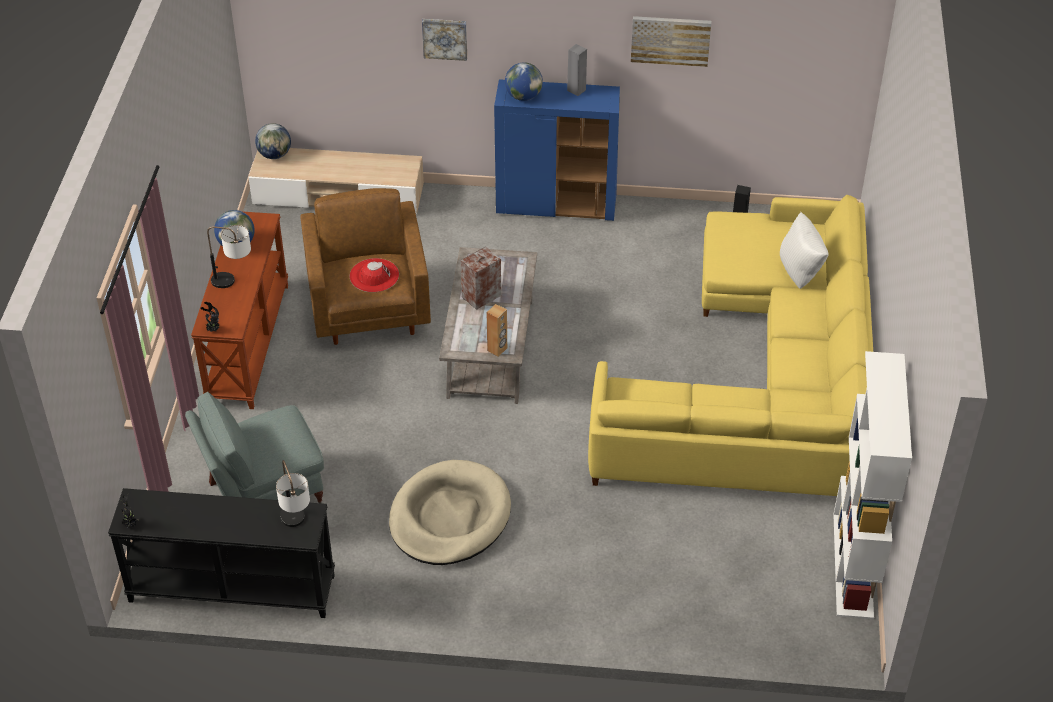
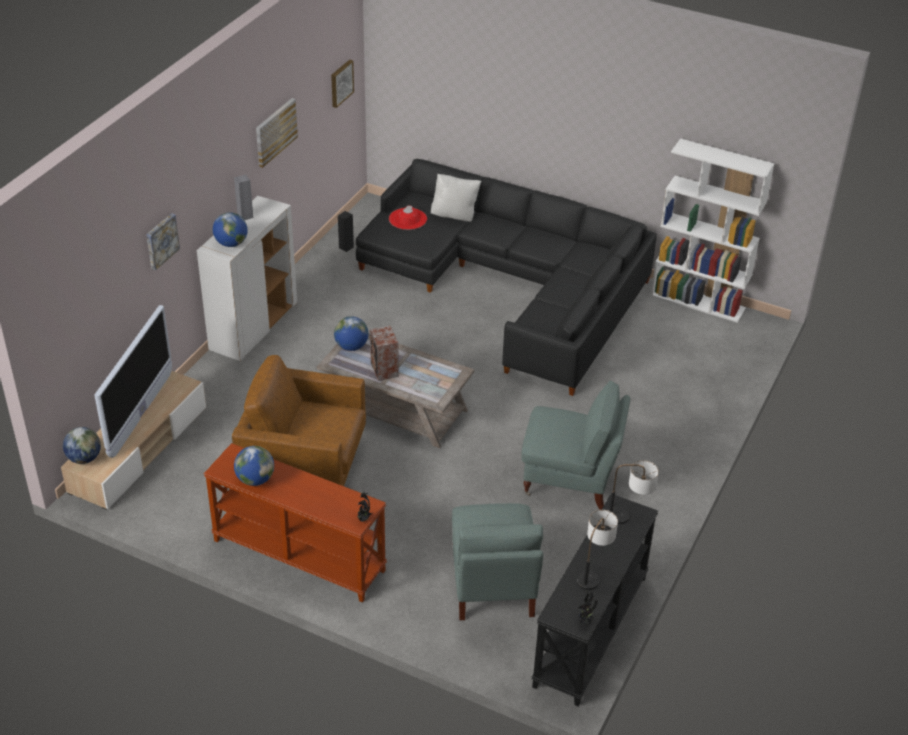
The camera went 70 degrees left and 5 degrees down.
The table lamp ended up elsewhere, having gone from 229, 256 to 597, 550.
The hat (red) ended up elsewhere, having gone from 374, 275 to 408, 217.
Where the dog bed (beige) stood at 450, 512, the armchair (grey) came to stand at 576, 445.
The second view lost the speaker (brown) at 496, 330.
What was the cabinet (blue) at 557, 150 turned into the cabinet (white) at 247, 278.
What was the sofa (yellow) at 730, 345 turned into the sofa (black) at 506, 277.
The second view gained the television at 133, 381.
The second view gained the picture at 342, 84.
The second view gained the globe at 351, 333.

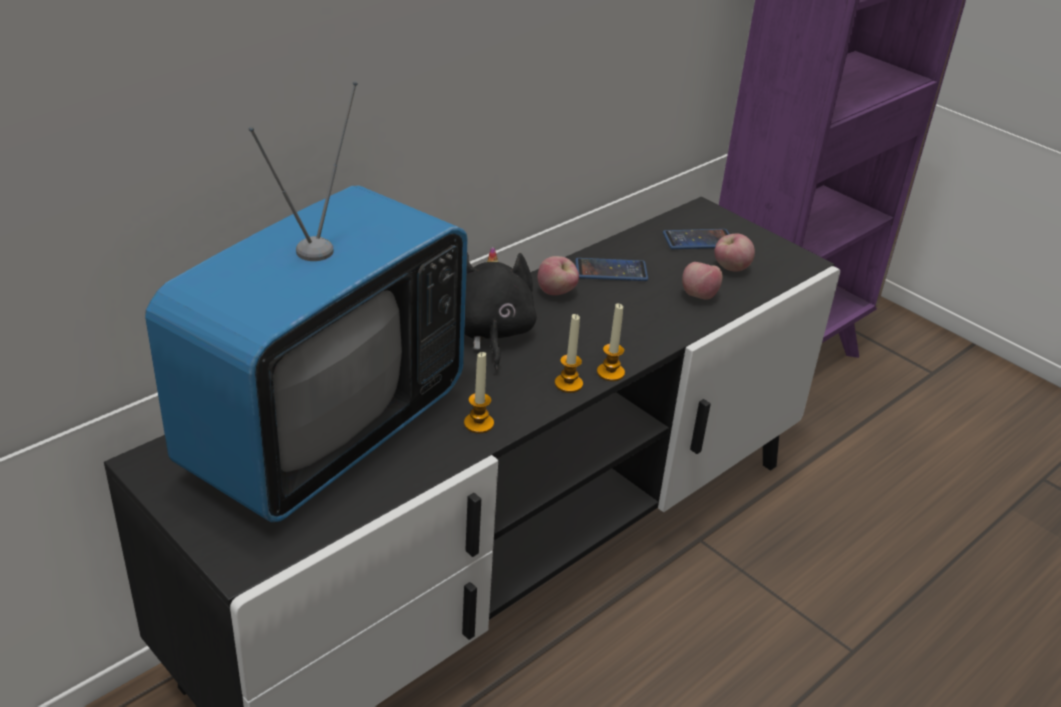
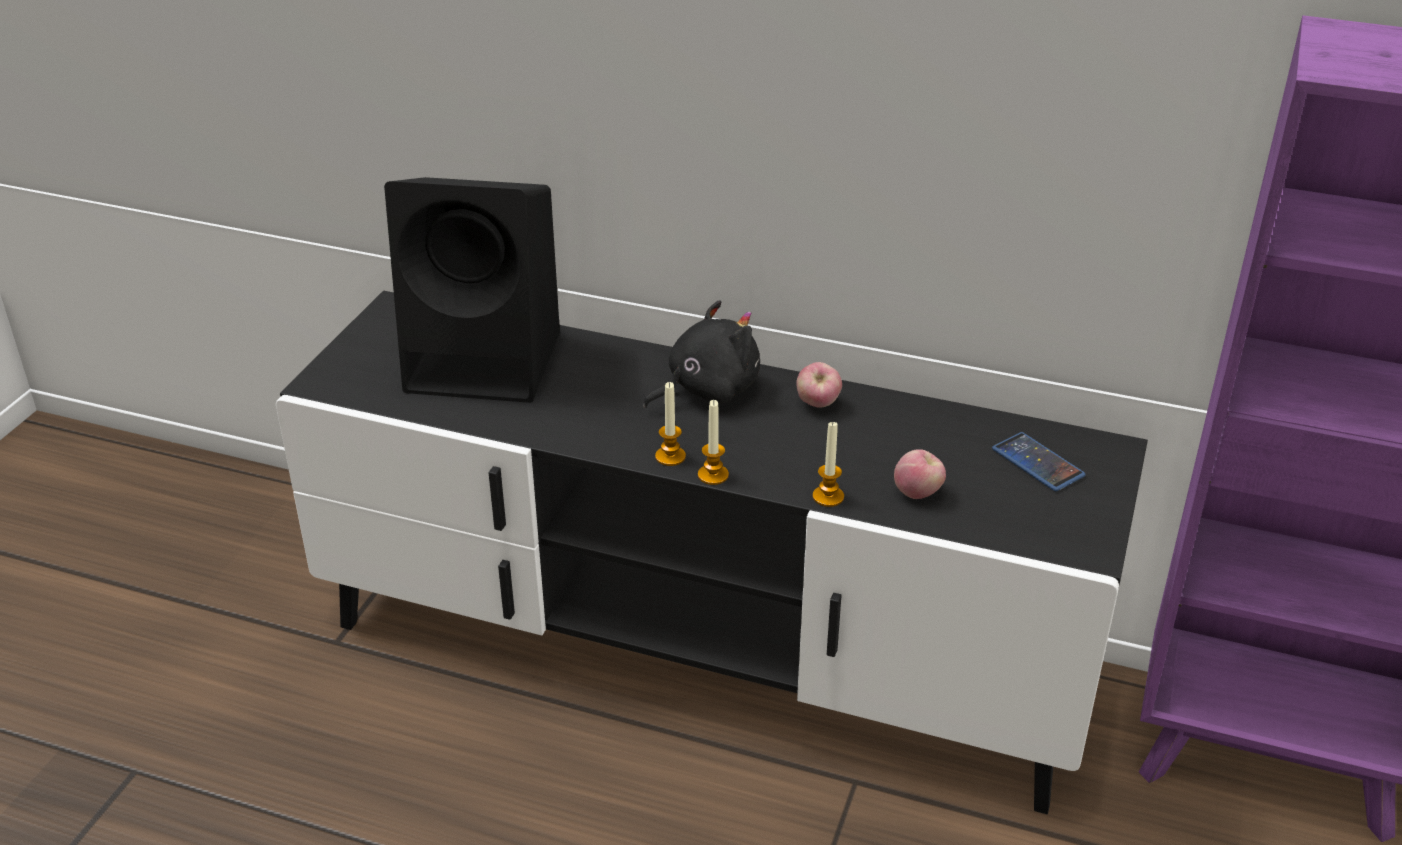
The camera went 65 degrees right and 0 degrees up.
Where the television stood at 306, 302, the speaker (black) came to stand at 472, 290.
The candle ended up elsewhere, having gone from 479, 392 to 828, 464.
The second view lost the phone at 611, 269.
The second view lost the apple at 734, 253.

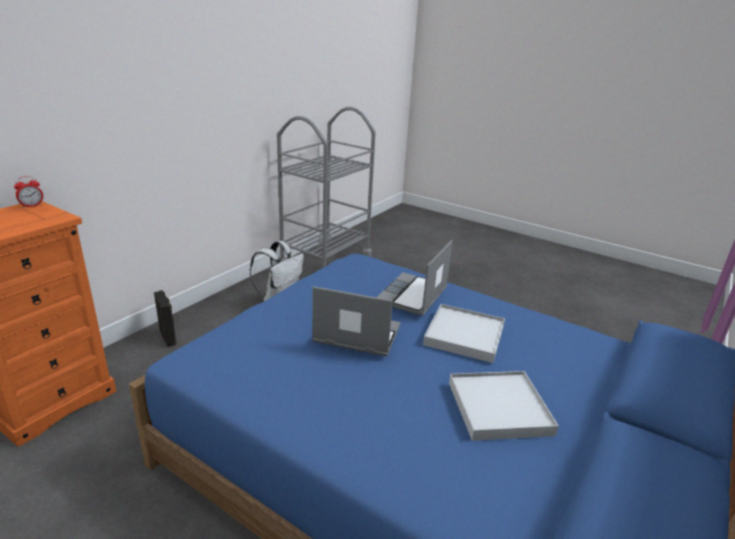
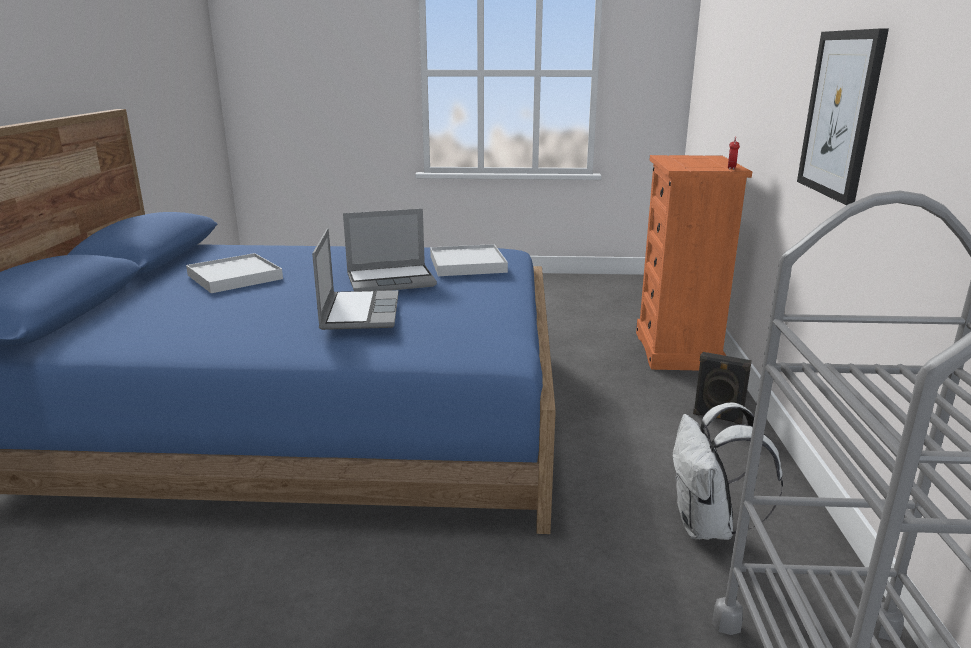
The camera went 150 degrees right and 5 degrees down.
The tray (white) ended up elsewhere, having gone from 464, 333 to 469, 260.
The second view gained the picture at 843, 116.

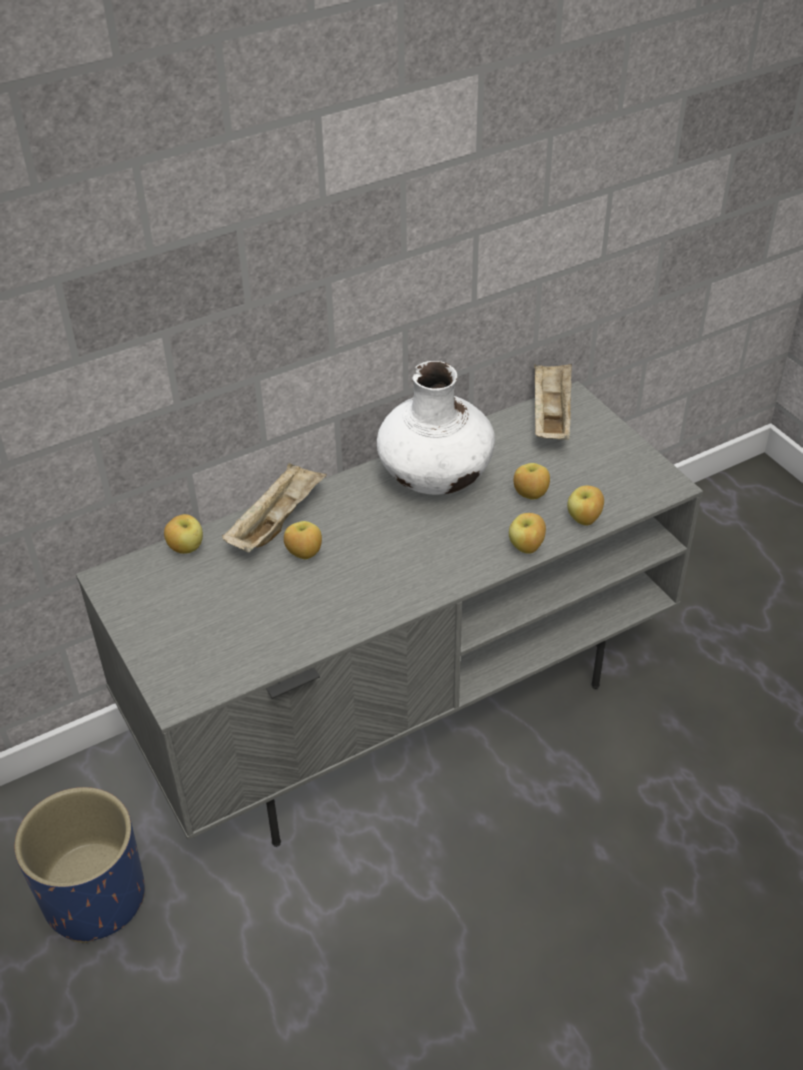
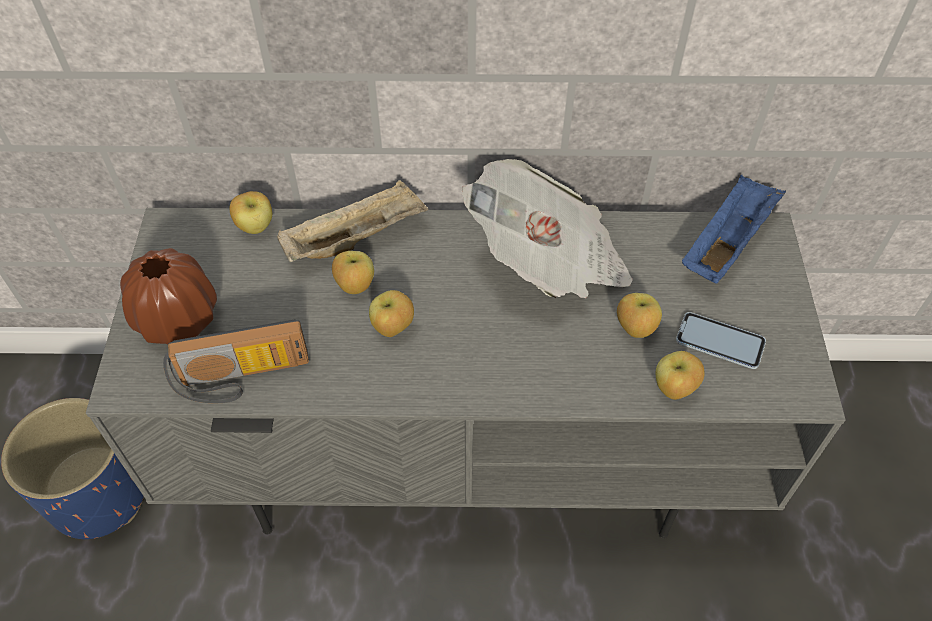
The camera went 30 degrees right and 10 degrees up.
Where the vase (white) stood at 436, 428, the newspaper came to stand at 547, 228.
The apple ended up elsewhere, having gone from 527, 533 to 391, 313.
What was the tray (beige) at 553, 401 turned into the tray (blue) at 734, 229.
The second view gained the vase (brown) at 168, 296.
The second view gained the radio at 236, 361.
The second view gained the phone at 721, 340.

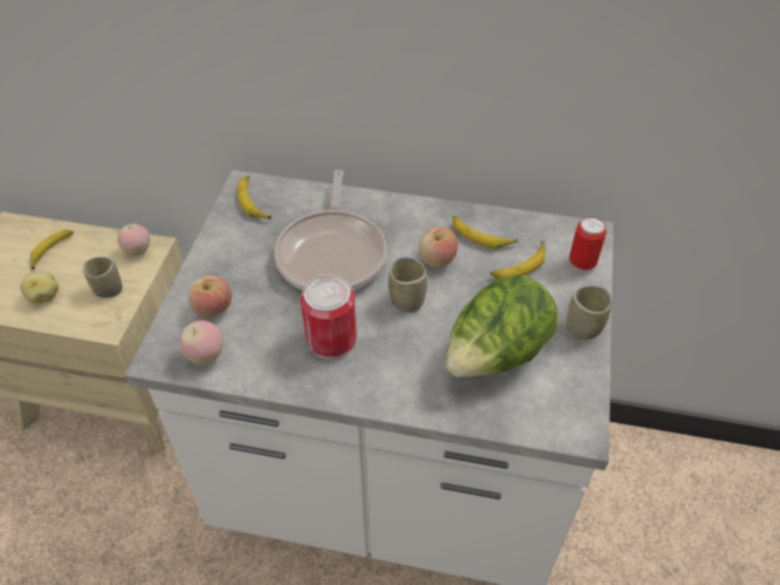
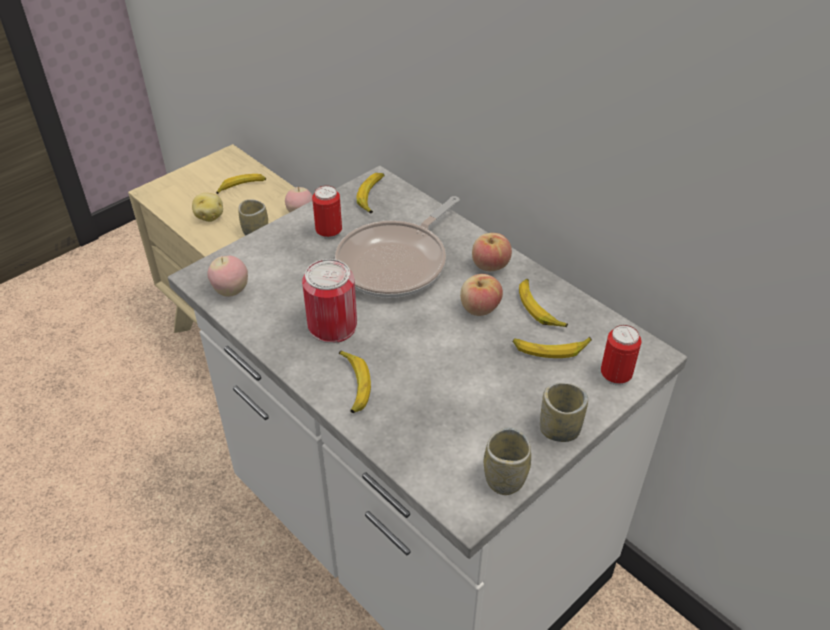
The camera went 35 degrees right and 5 degrees down.
The apple ended up elsewhere, having gone from 210, 296 to 492, 252.
The cup ended up elsewhere, having gone from 407, 284 to 507, 461.
The second view lost the lettuce at 502, 326.
The second view gained the can at 327, 212.
The second view gained the banana at 355, 381.

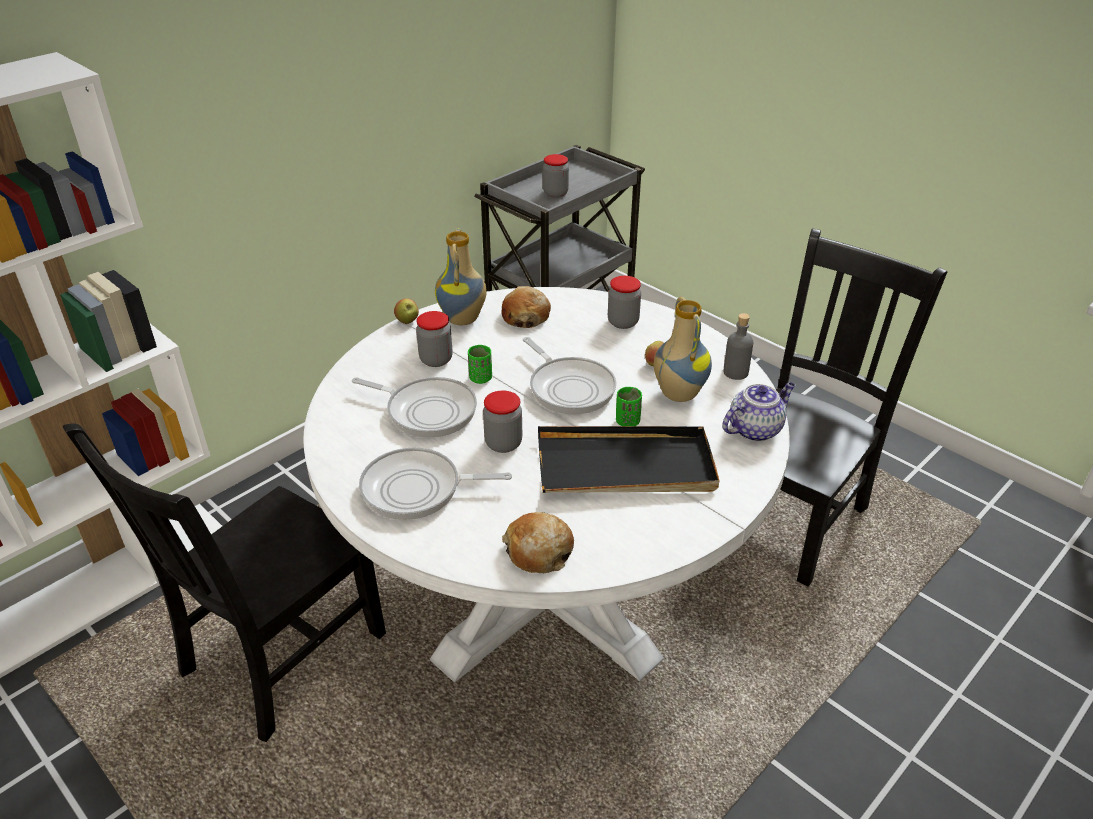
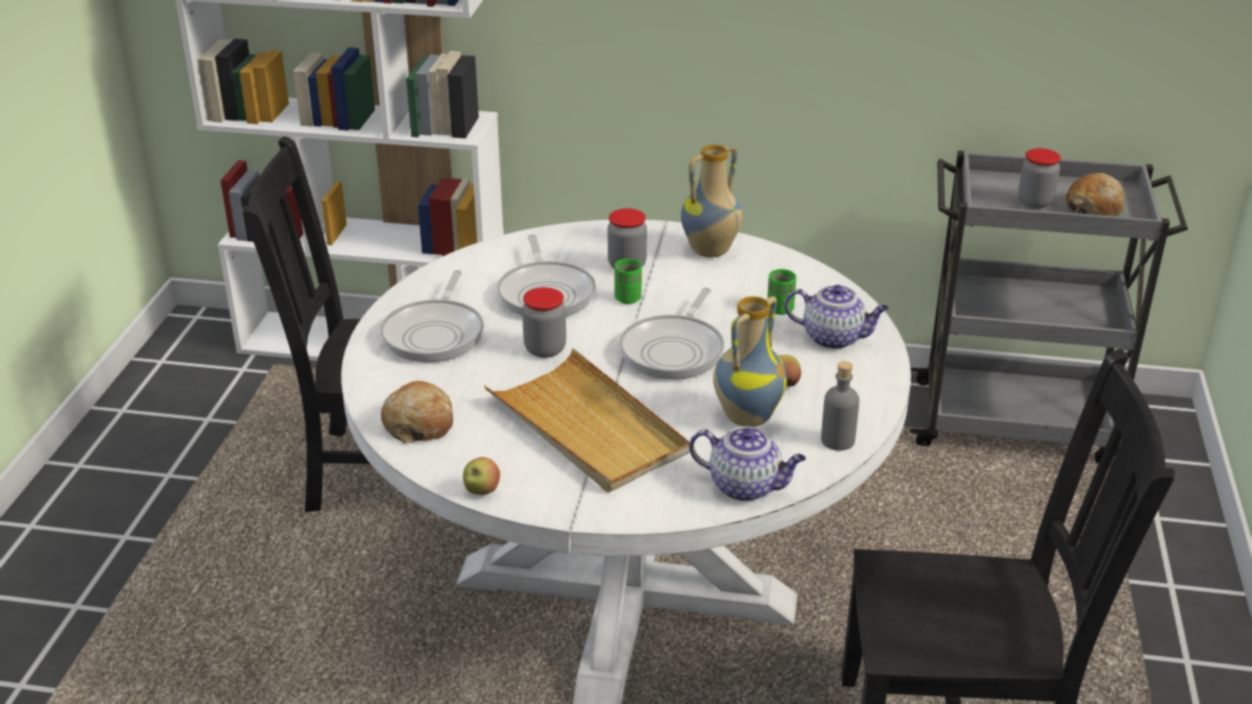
The camera went 55 degrees right and 5 degrees down.
The frying pan at 435, 483 ended up facing another way, 135 degrees counterclockwise from before.
The apple ended up elsewhere, having gone from 406, 311 to 481, 476.
The bread ended up elsewhere, having gone from 526, 307 to 1095, 194.
What was the tray (black) at 629, 459 turned into the tray (beige) at 587, 420.
Where the jar stood at 624, 302, the teapot came to stand at 836, 317.
The cup (green) ended up elsewhere, having gone from 629, 406 to 781, 292.

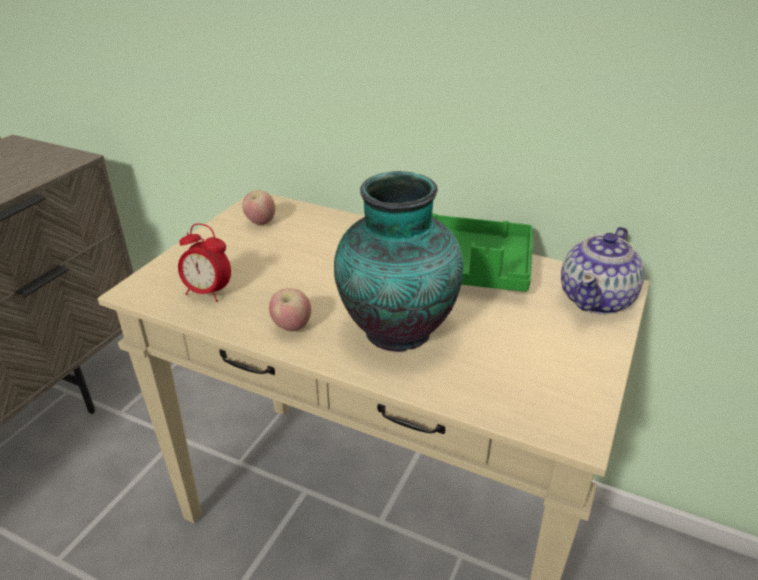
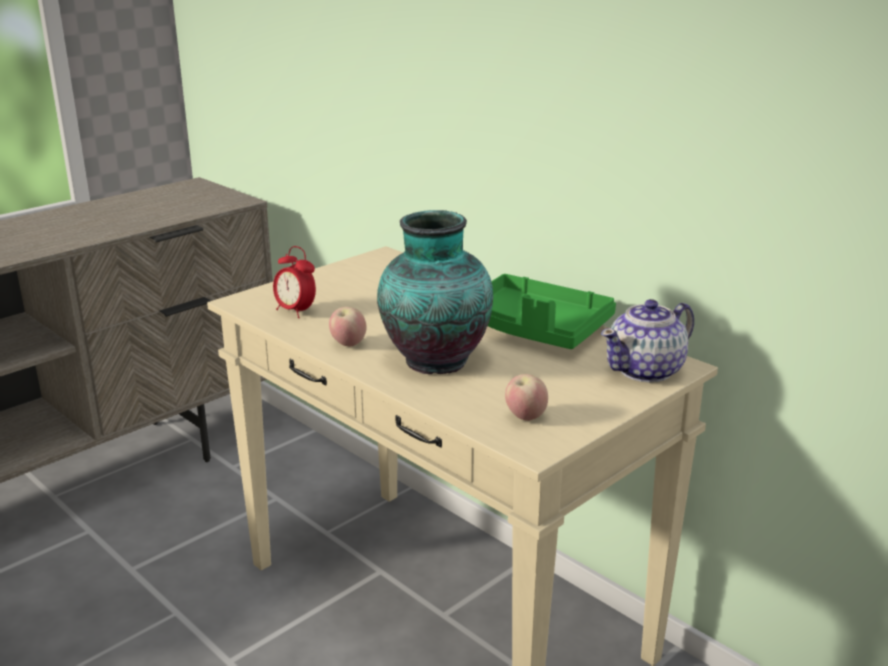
The camera went 20 degrees right and 10 degrees down.
The apple ended up elsewhere, having gone from 258, 207 to 526, 397.

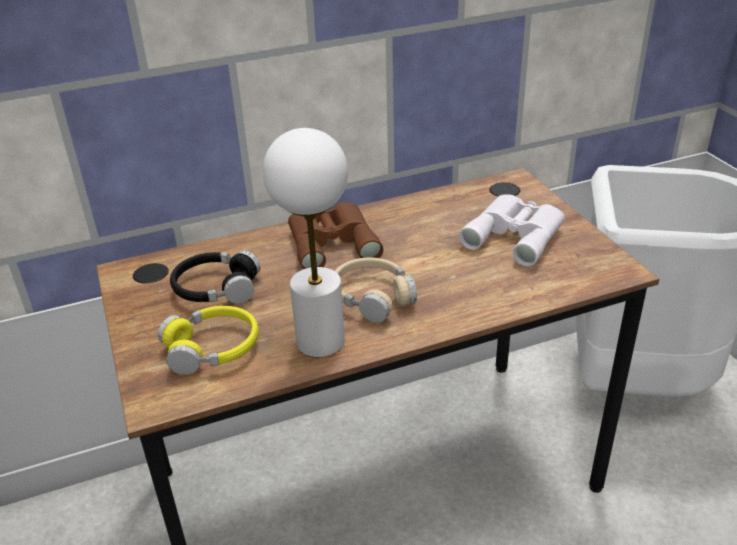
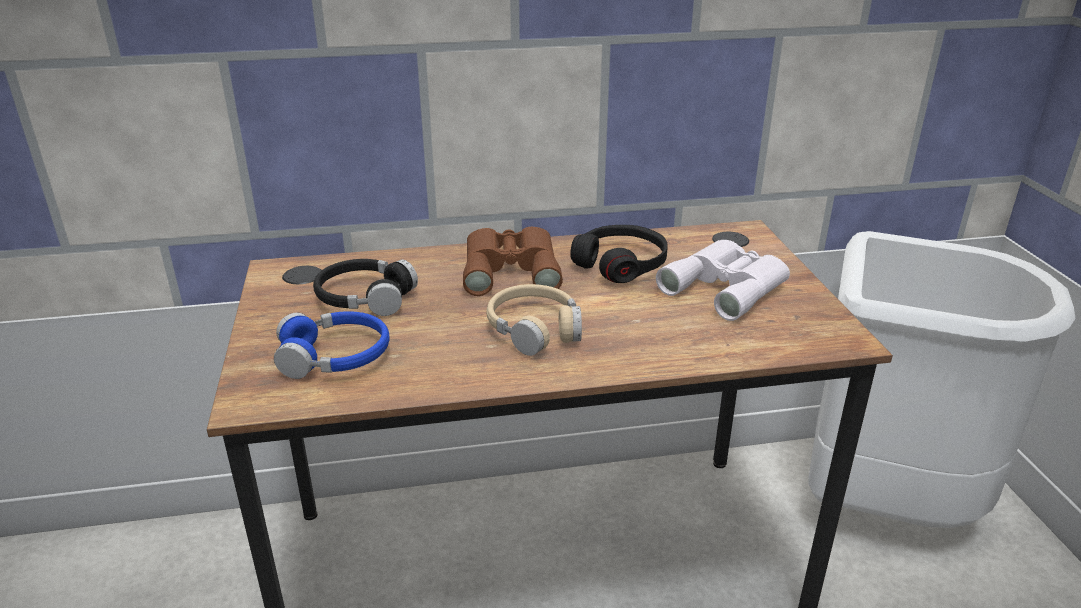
The camera went 10 degrees right and 5 degrees down.
What was the headphones (yellow) at 208, 340 turned into the headphones (blue) at 332, 345.
The second view lost the table lamp (white) at 305, 242.
The second view gained the headphones (black) at 619, 254.

